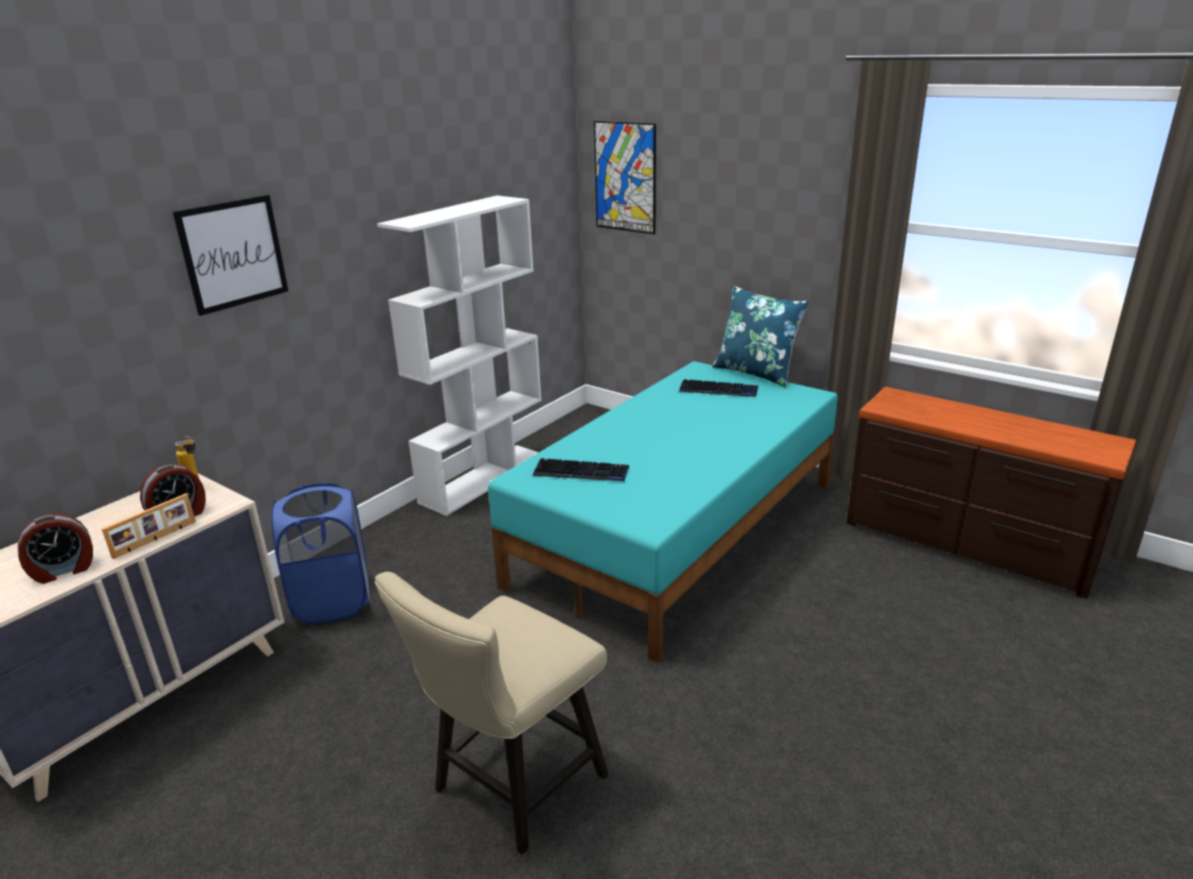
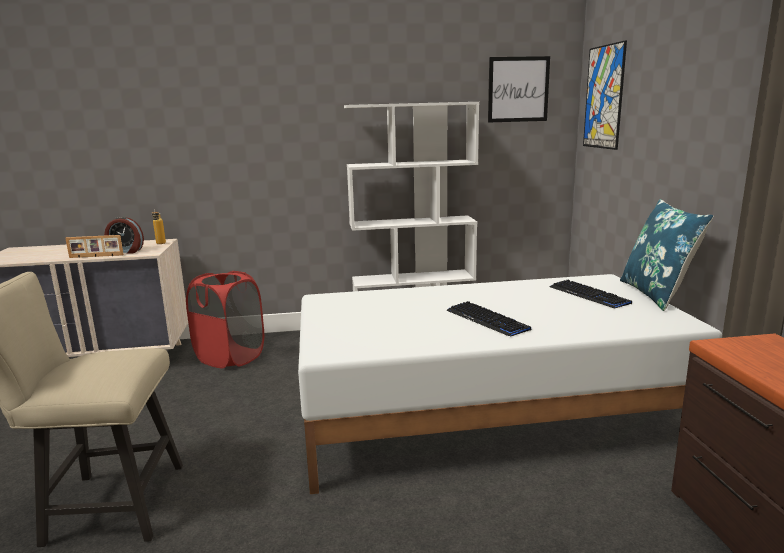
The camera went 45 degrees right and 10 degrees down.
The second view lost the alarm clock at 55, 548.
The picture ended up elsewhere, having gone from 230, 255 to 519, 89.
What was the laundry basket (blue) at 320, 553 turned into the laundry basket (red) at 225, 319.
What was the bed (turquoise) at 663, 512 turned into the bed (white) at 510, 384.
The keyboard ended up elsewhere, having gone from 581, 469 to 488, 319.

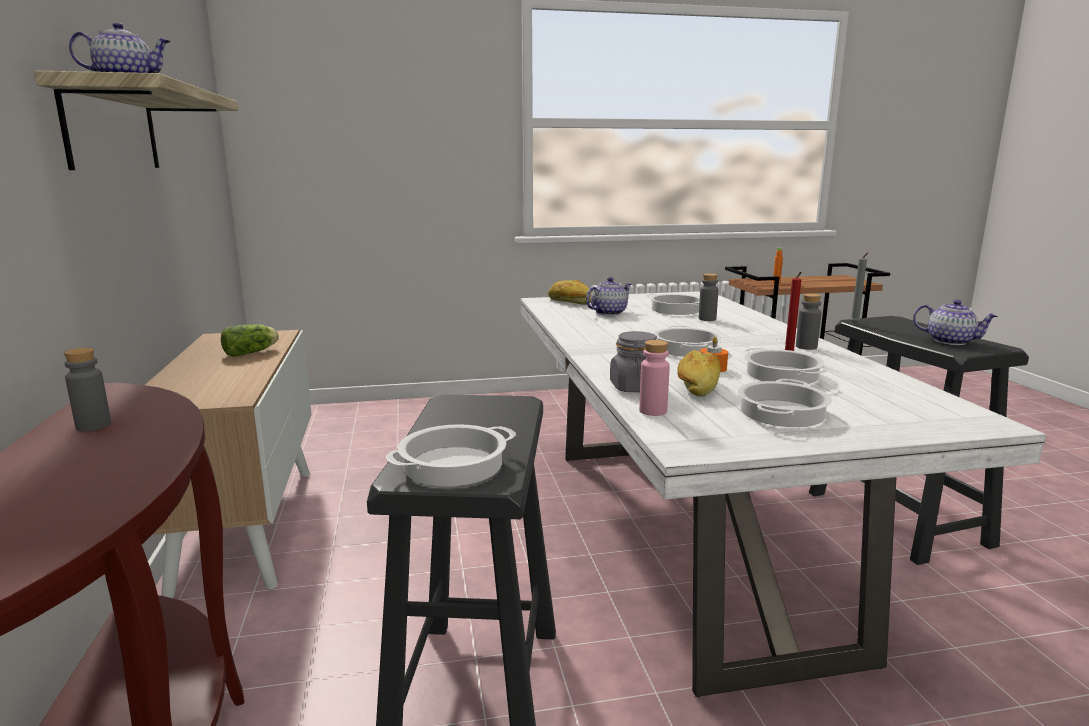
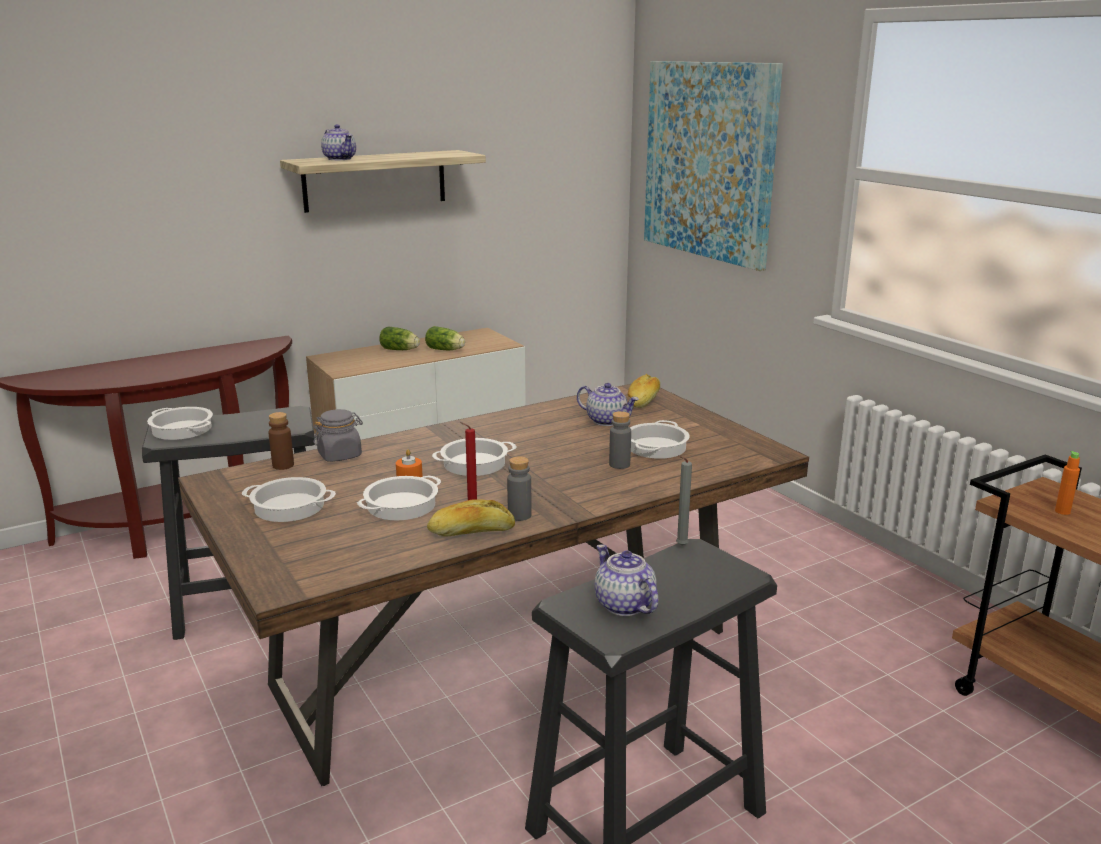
The camera went 70 degrees right and 5 degrees up.
The second view lost the bottle (grey) at 87, 389.
What was the dining table (white) at 783, 494 turned into the dining table (brown) at 493, 585.
What was the bottle (pink) at 654, 378 turned into the bottle (brown) at 281, 441.
The bread ended up elsewhere, having gone from 699, 373 to 471, 518.
The teapot at 956, 322 ended up facing another way, 135 degrees clockwise from before.
The second view gained the lettuce at 399, 338.
The second view gained the picture at 713, 166.

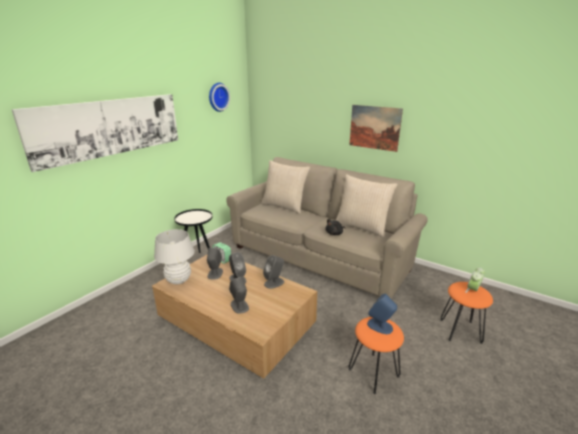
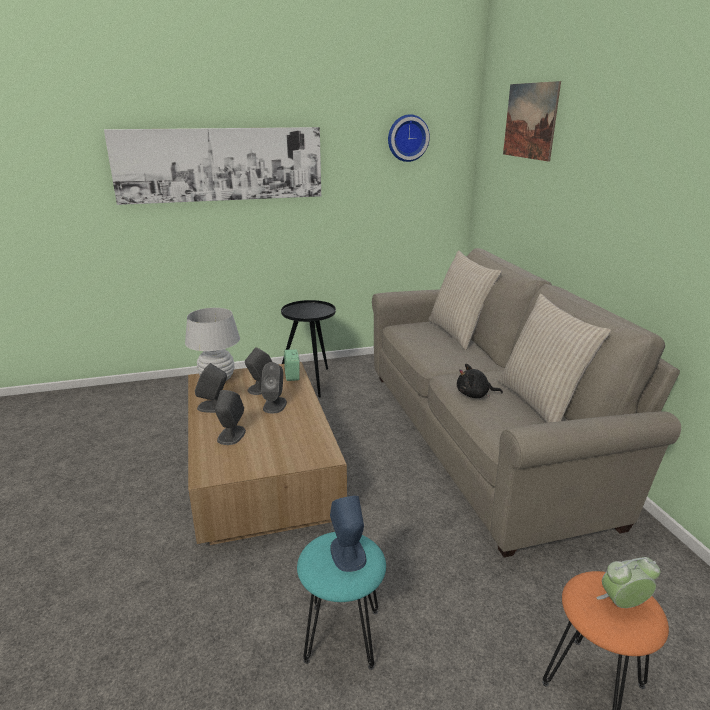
The camera went 40 degrees right and 0 degrees up.
The speaker (grey) ended up elsewhere, having gone from 273, 272 to 211, 388.
The picture ended up elsewhere, having gone from 376, 128 to 532, 121.
What was the stool (orange) at 376, 355 turned into the stool (turquoise) at 341, 601.

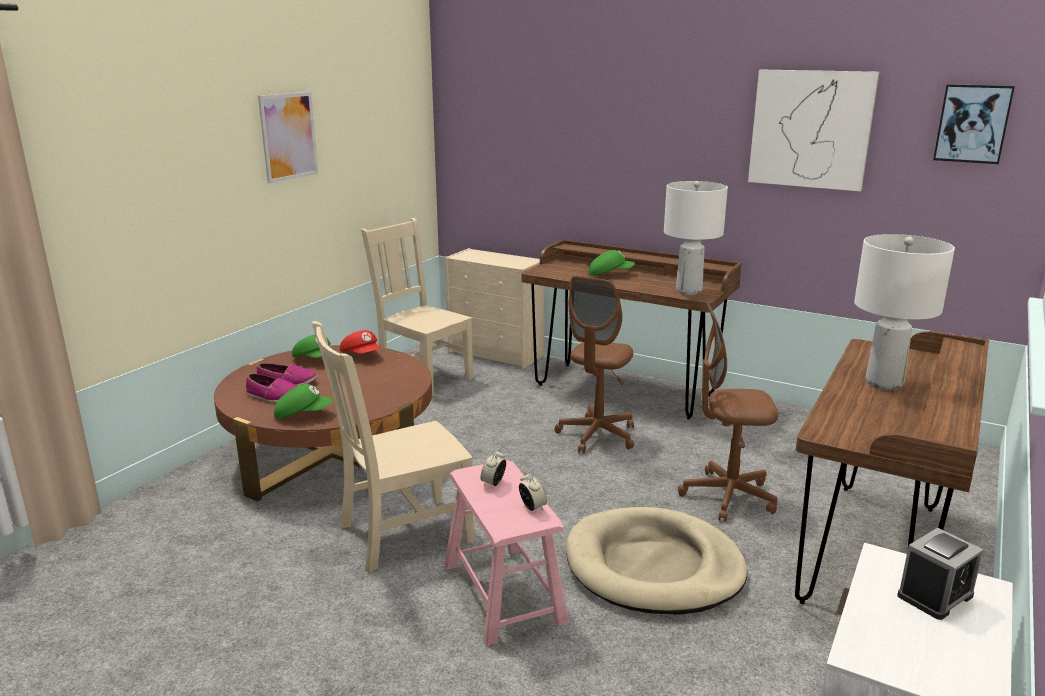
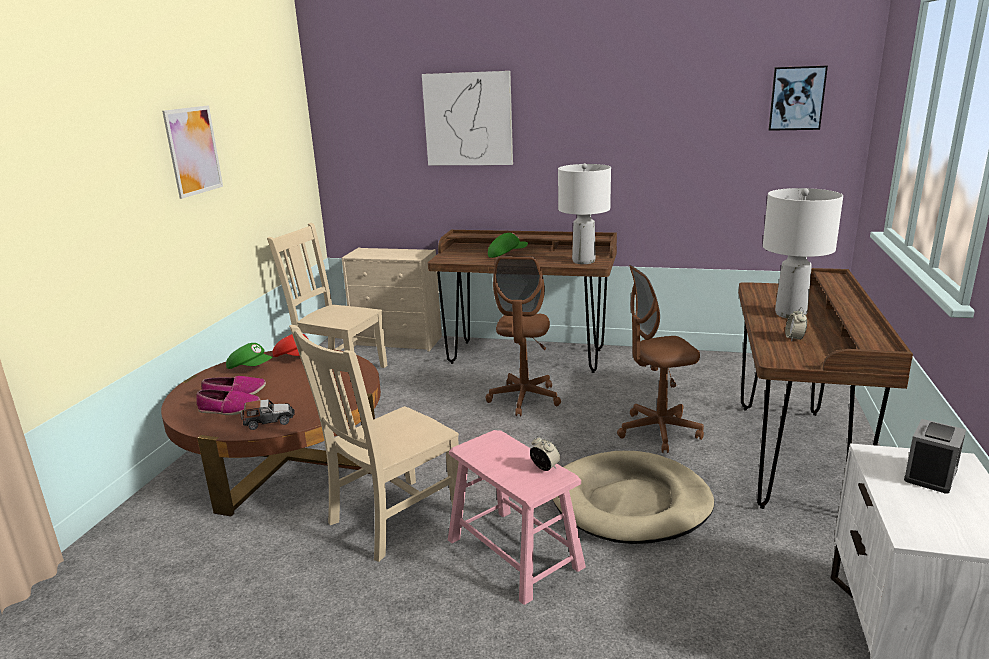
The camera went 15 degrees left and 0 degrees up.
Where the cap (green) stood at 303, 401, the toy car came to stand at 267, 414.
The alarm clock ended up elsewhere, having gone from 493, 467 to 796, 324.
The picture ended up elsewhere, having gone from 813, 131 to 467, 118.

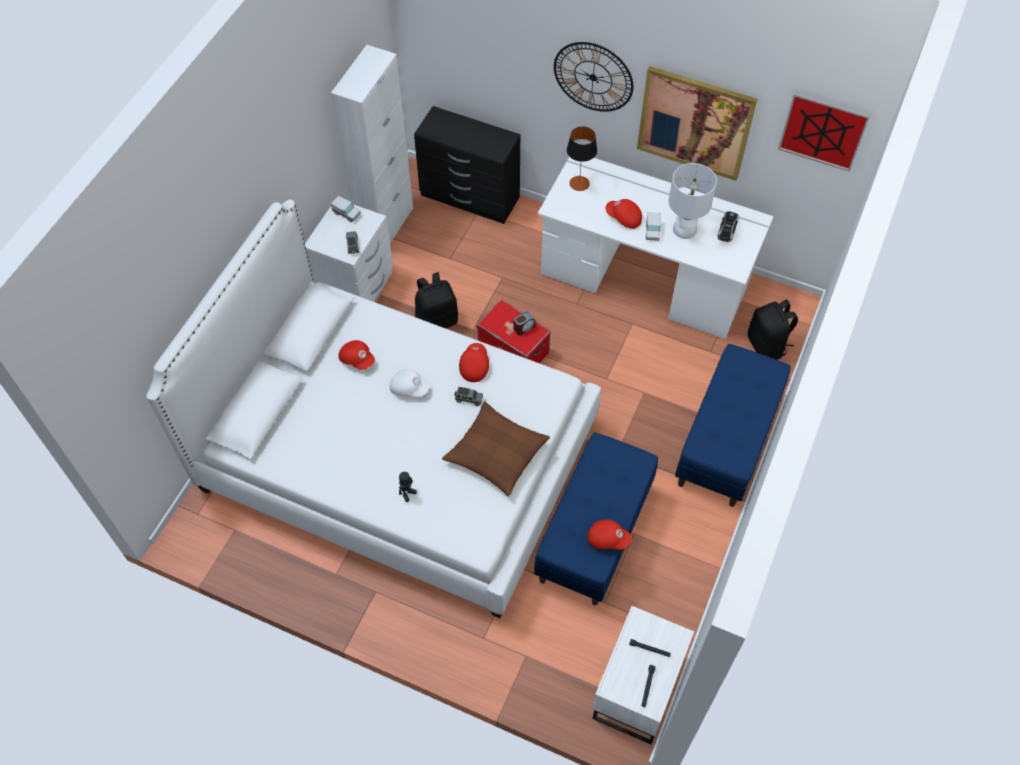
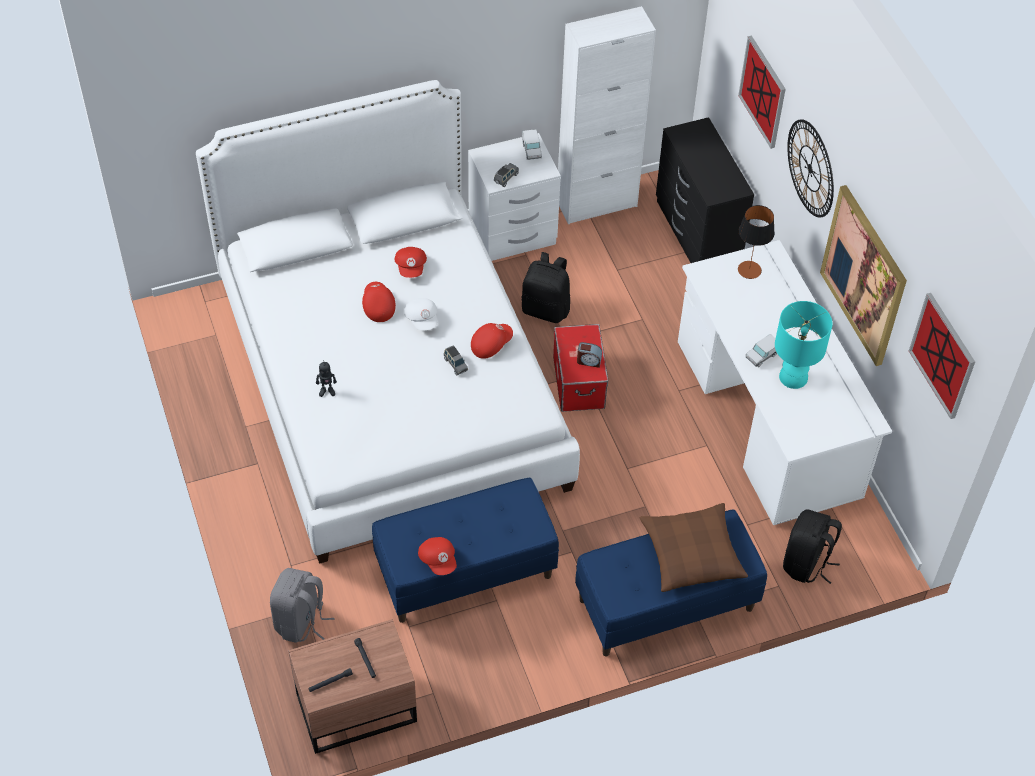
The camera went 45 degrees right and 5 degrees down.
The pillow (brown) ended up elsewhere, having gone from 496, 448 to 694, 547.
What was the nightstand (white) at 643, 675 turned into the nightstand (brown) at 352, 686.
The cap (red) ended up elsewhere, having gone from 624, 214 to 379, 302.
What was the table lamp (white) at 693, 201 turned into the table lamp (turquoise) at 804, 345.
The second view lost the toy car at 728, 226.
The second view gained the backpack (grey) at 302, 605.
The second view gained the picture at 762, 92.

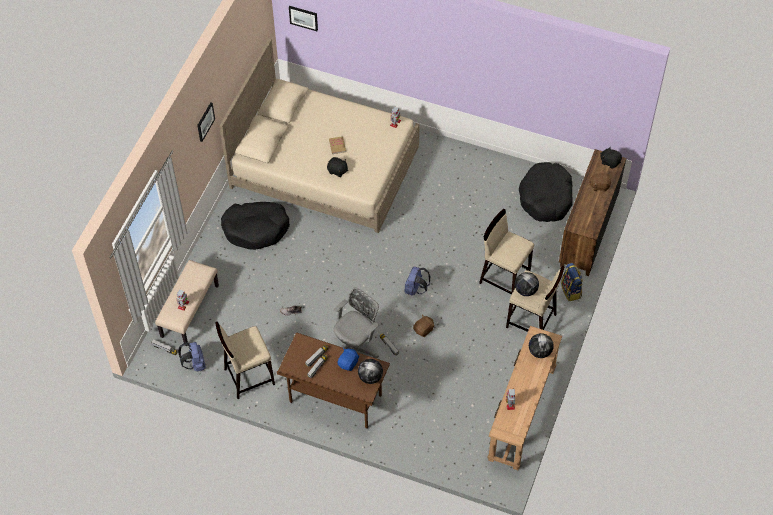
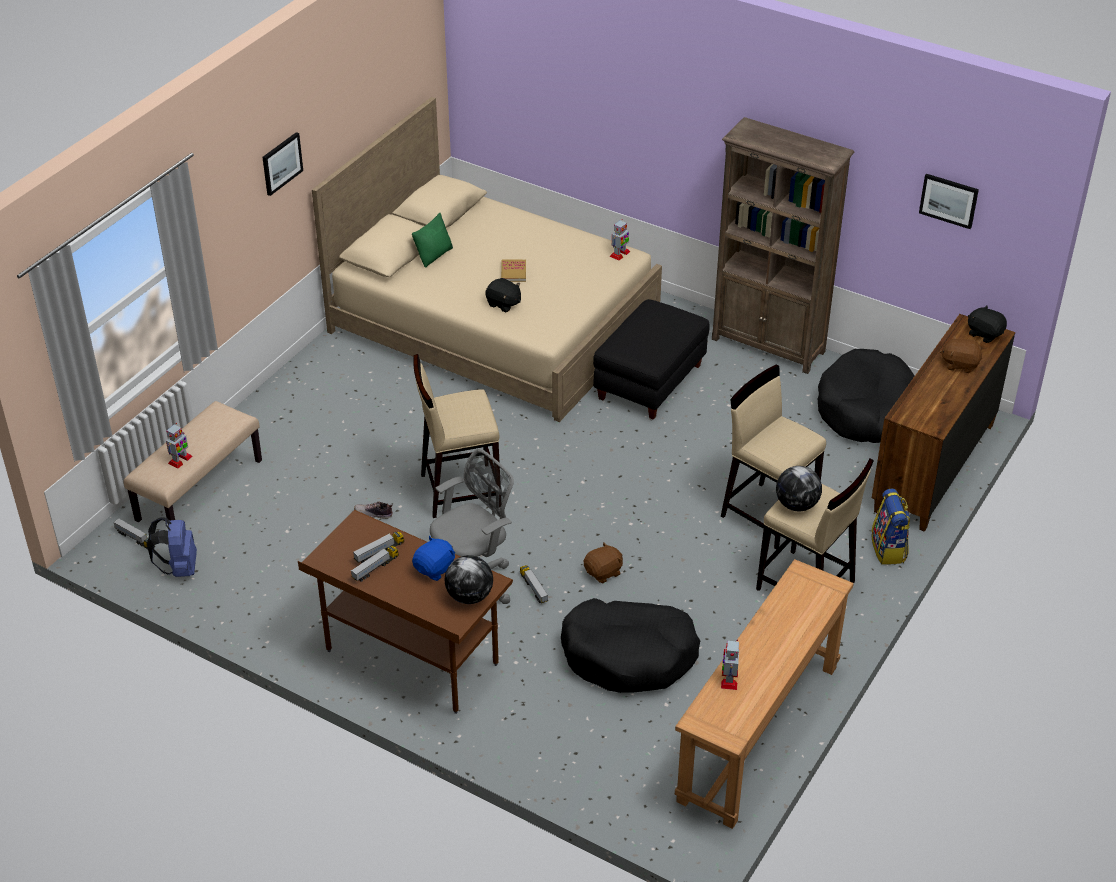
The camera went 10 degrees right and 15 degrees down.
The stool (beige) ended up elsewhere, having gone from 245, 360 to 456, 436.
The dog bed (black) ended up elsewhere, having gone from 255, 226 to 630, 645.
The picture ended up elsewhere, having gone from 303, 18 to 949, 201.
The second view lost the backpack (blue) at 417, 281.
The second view lost the globe at 541, 345.
The second view gained the pillow (green) at 432, 240.
The second view gained the ottoman (black) at 651, 359.
The second view gained the bookcase (brown) at 783, 245.

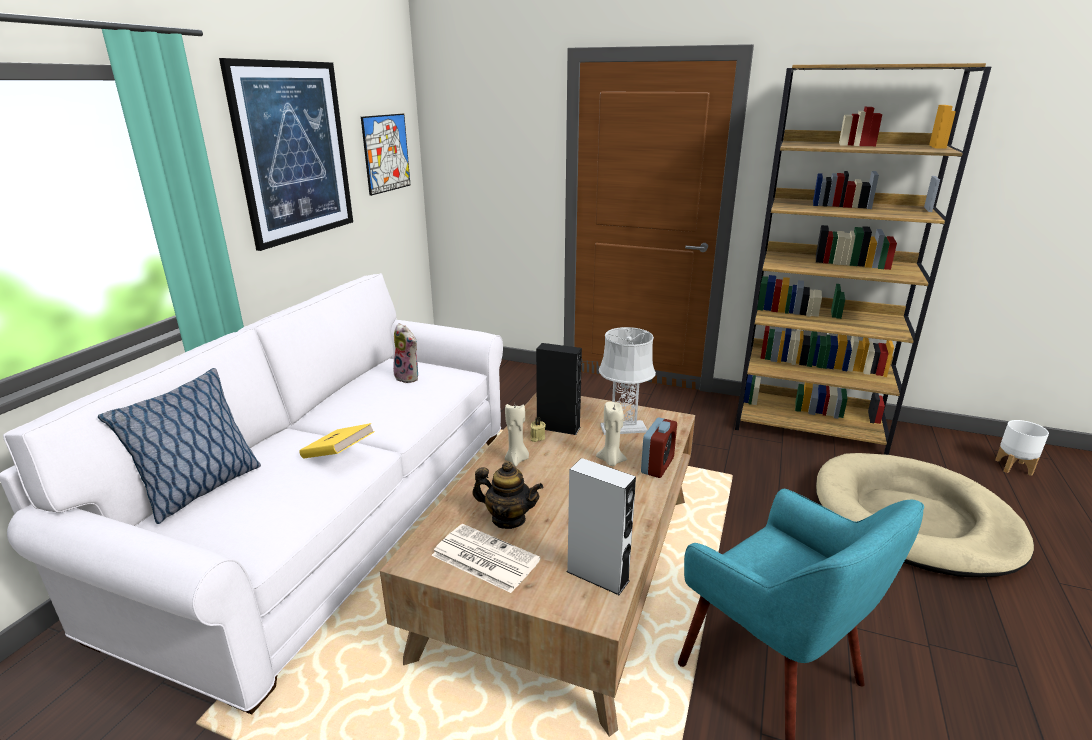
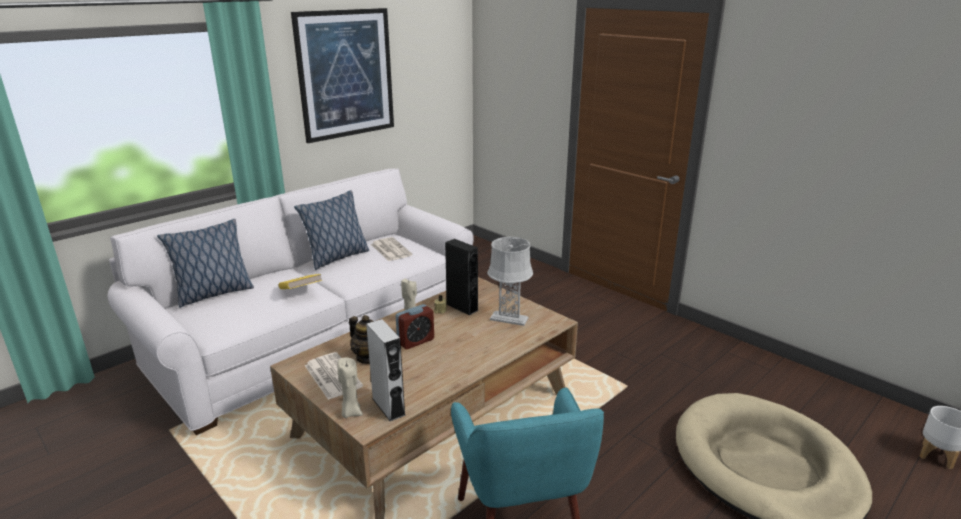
The camera went 25 degrees right and 0 degrees up.
The second view lost the picture at 385, 155.
Where the plush toy stood at 405, 353, the newspaper came to stand at 391, 249.
The candle (beige) ended up elsewhere, having gone from 611, 434 to 350, 387.
The alarm clock ended up elsewhere, having gone from 659, 447 to 415, 326.
The second view lost the bookcase (brown) at 863, 259.
The second view gained the pillow at 332, 230.

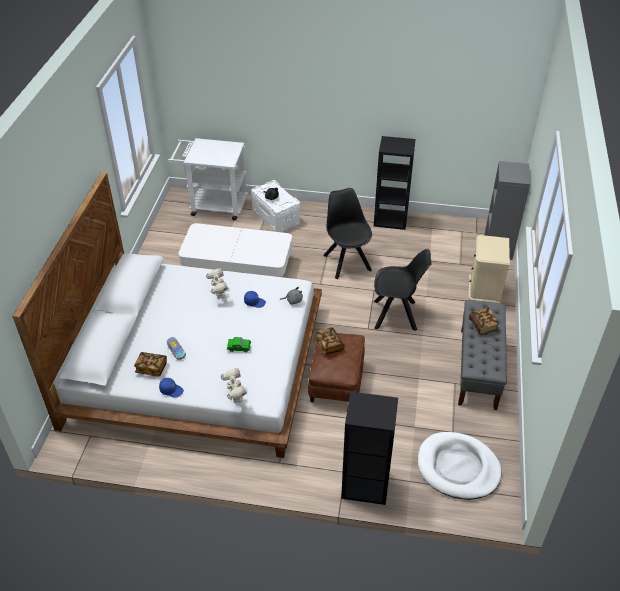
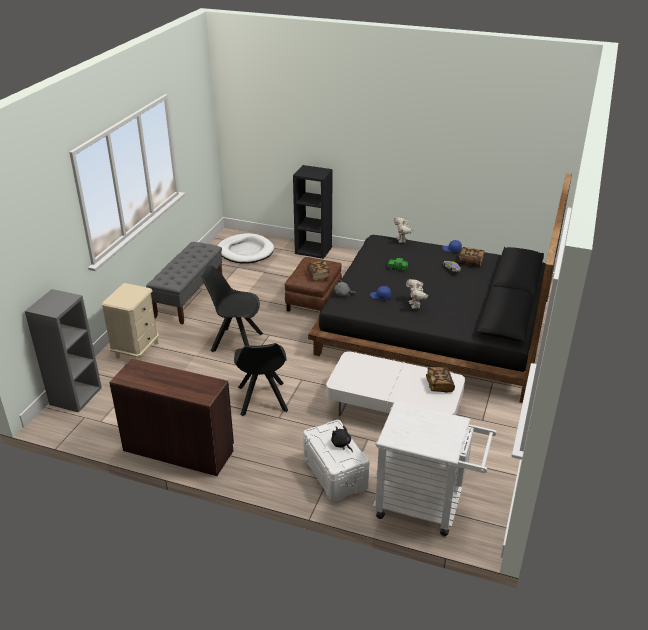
The camera went 170 degrees left and 10 degrees down.
What was the bed (white) at 167, 315 turned into the bed (black) at 440, 288.
Where the bookcase (black) stood at 395, 183, the desk (brown) came to stand at 171, 417.
The book ended up elsewhere, having gone from 484, 321 to 440, 379.

